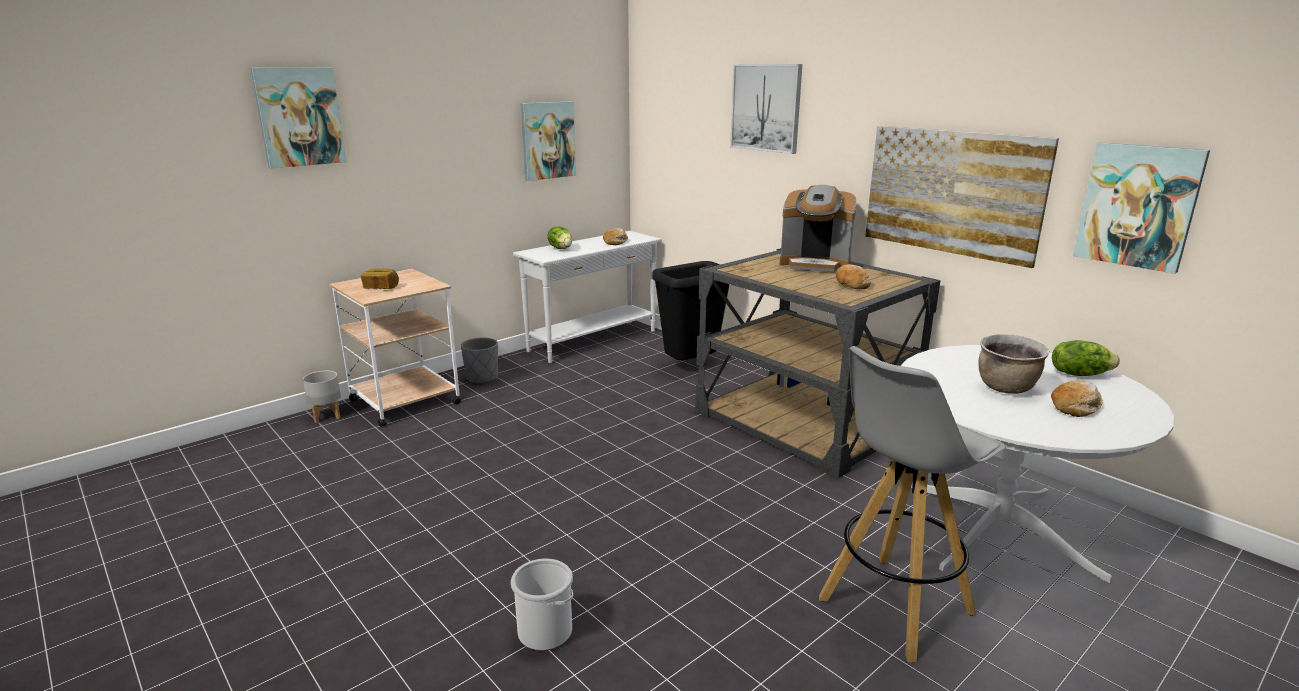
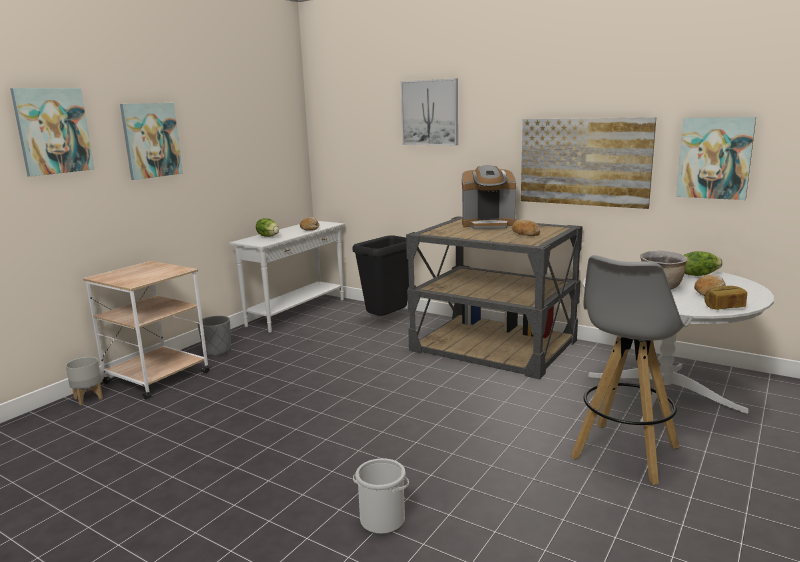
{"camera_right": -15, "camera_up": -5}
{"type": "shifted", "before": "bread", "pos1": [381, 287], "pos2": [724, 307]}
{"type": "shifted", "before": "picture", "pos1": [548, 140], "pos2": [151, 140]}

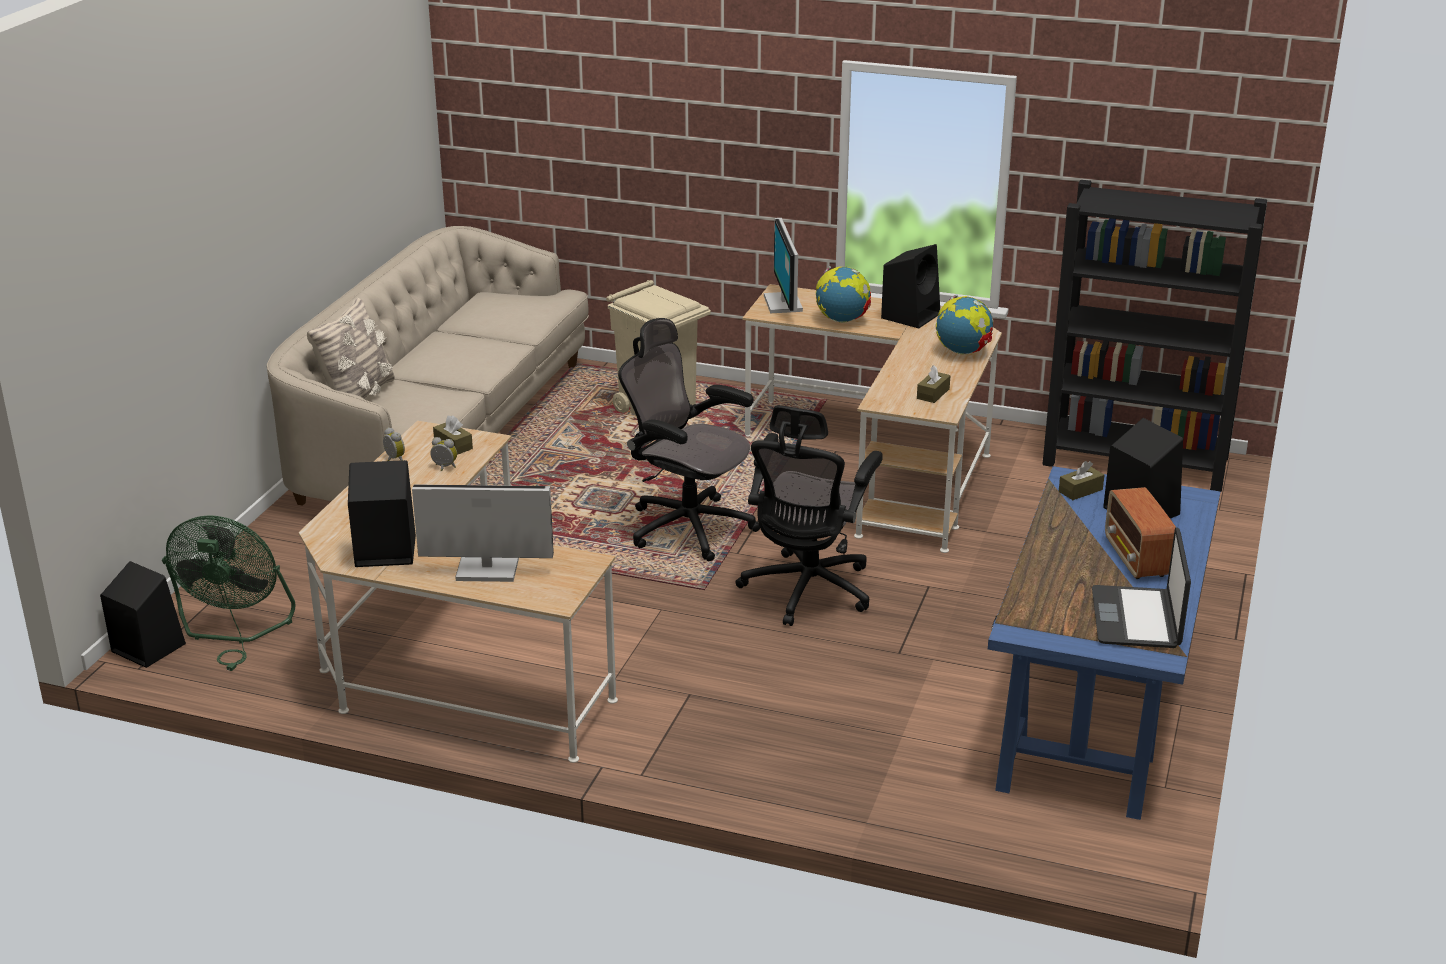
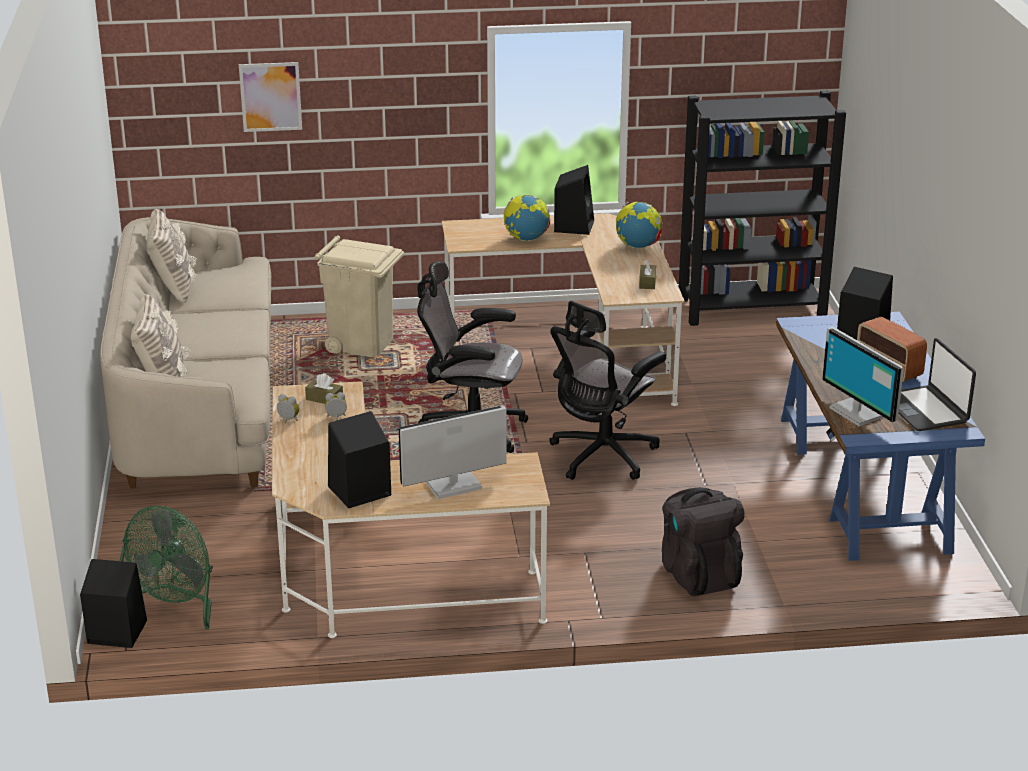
{"camera_right": -25, "camera_up": 0}
{"type": "rotated", "before": "green_fan", "pos1": [230, 631], "pos2": [175, 601], "turn": -135}
{"type": "rotated", "before": "office_chair", "pos1": [808, 590], "pos2": [603, 456], "turn": 45}
{"type": "shifted", "before": "monitor", "pos1": [785, 303], "pos2": [858, 412]}
{"type": "gone", "before": "brown_tissue_box", "pos1": [1080, 490]}
{"type": "new", "after": "beige_pillow", "pos2": [175, 287]}
{"type": "new", "after": "picture", "pos2": [270, 97]}
{"type": "new", "after": "black_backpack", "pos2": [698, 574]}

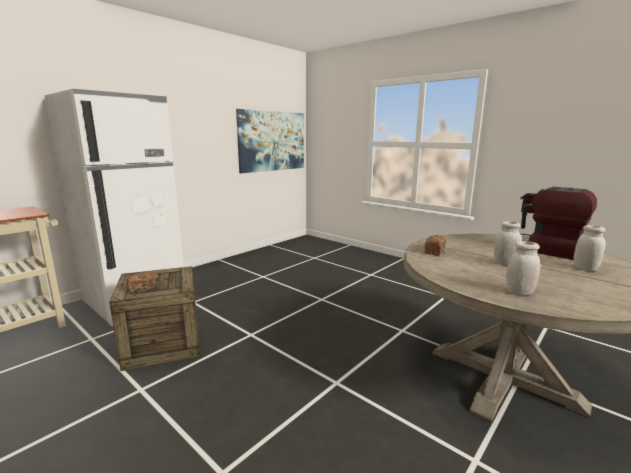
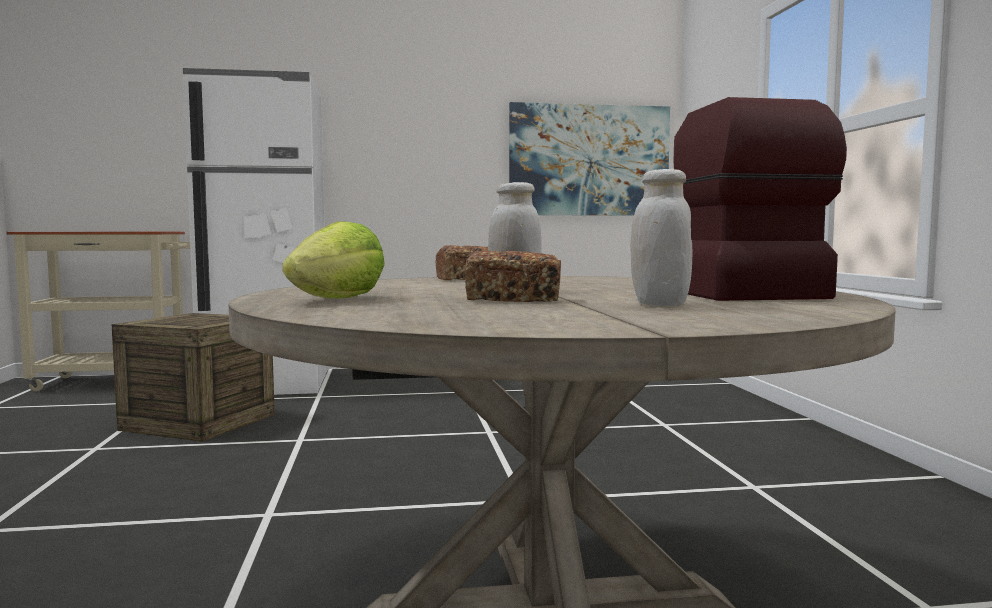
{"camera_right": 40, "camera_up": -10}
{"type": "shifted", "before": "bread", "pos1": [143, 287], "pos2": [514, 299]}
{"type": "swapped", "before": "white_jar", "after": "lettuce", "pos1": [519, 292], "pos2": [337, 299]}

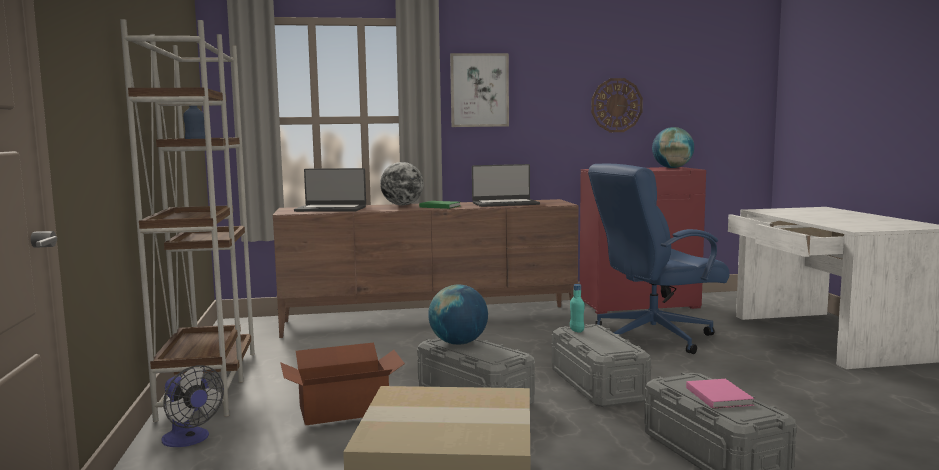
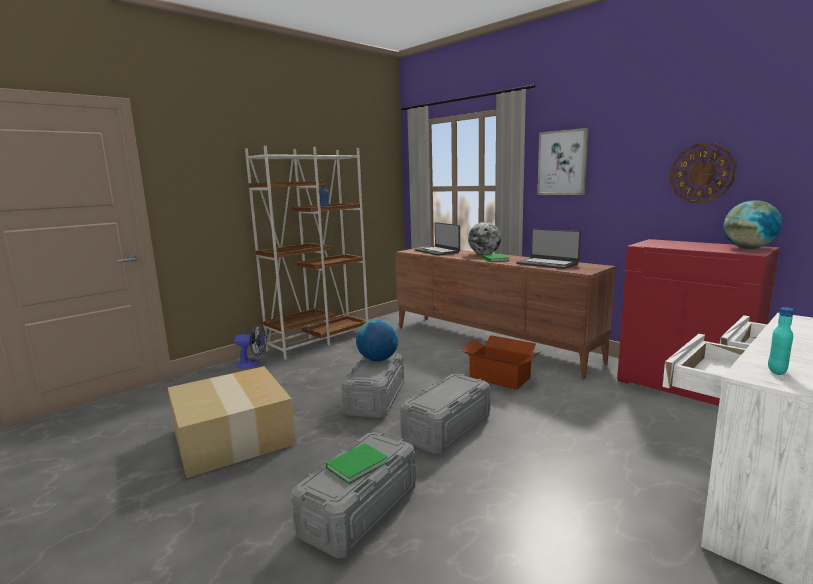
{"camera_right": 55, "camera_up": 5}
{"type": "rotated", "before": "fan", "pos1": [189, 440], "pos2": [252, 364], "turn": -90}
{"type": "shifted", "before": "cardboard_box", "pos1": [343, 409], "pos2": [499, 377]}
{"type": "shifted", "before": "turquoise_bottle", "pos1": [576, 330], "pos2": [776, 371]}
{"type": "gone", "before": "blue_office_chair", "pos1": [653, 337]}
{"type": "repainted", "before": "pink_book", "after": "green_book", "pos1": [719, 395], "pos2": [359, 465]}

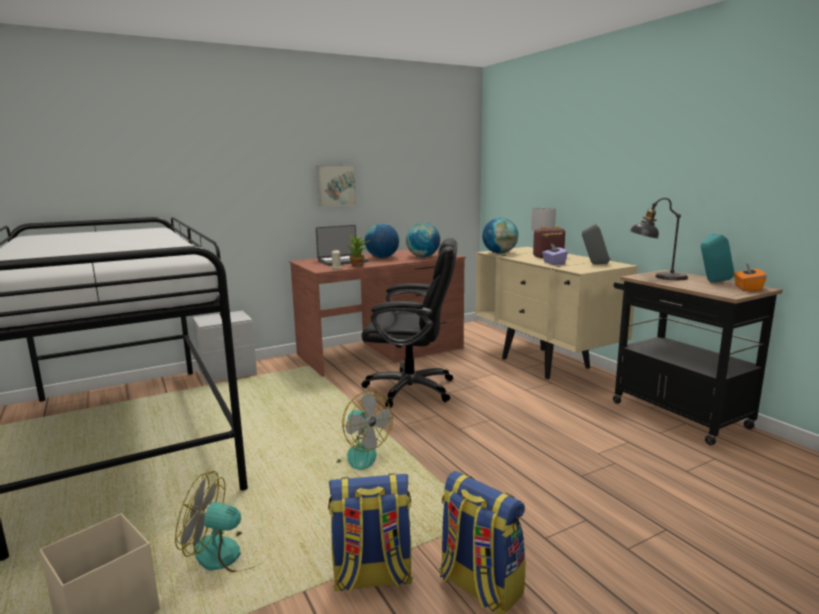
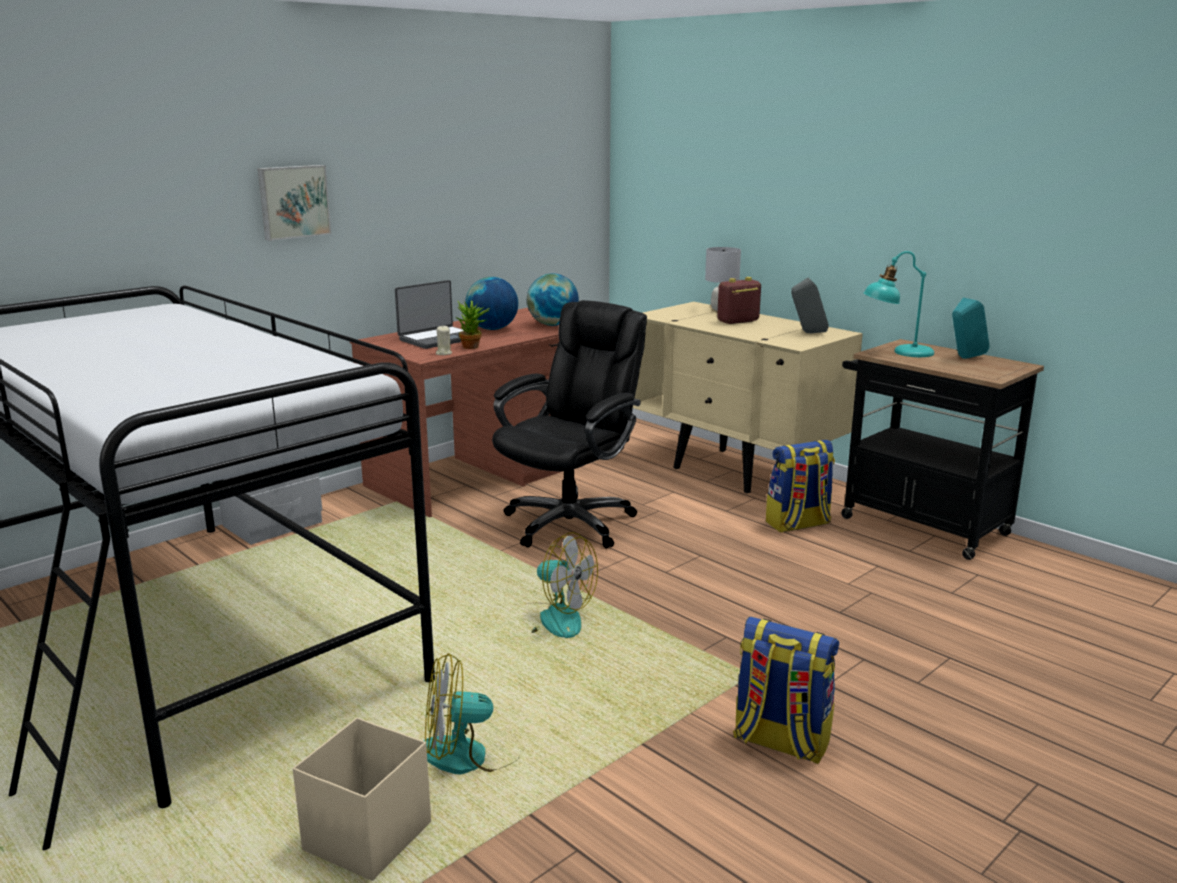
{"camera_right": -15, "camera_up": 5}
{"type": "shifted", "before": "picture", "pos1": [335, 185], "pos2": [293, 201]}
{"type": "shifted", "before": "backpack", "pos1": [372, 577], "pos2": [798, 524]}
{"type": "rotated", "before": "black_office_chair", "pos1": [410, 388], "pos2": [569, 523], "turn": -45}
{"type": "gone", "before": "globe", "pos1": [499, 253]}
{"type": "gone", "before": "purple_tissue_box", "pos1": [553, 263]}
{"type": "repainted", "before": "grey_table_lamp", "after": "turquoise_table_lamp", "pos1": [656, 276], "pos2": [896, 352]}
{"type": "gone", "before": "orange_tissue_box", "pos1": [747, 288]}

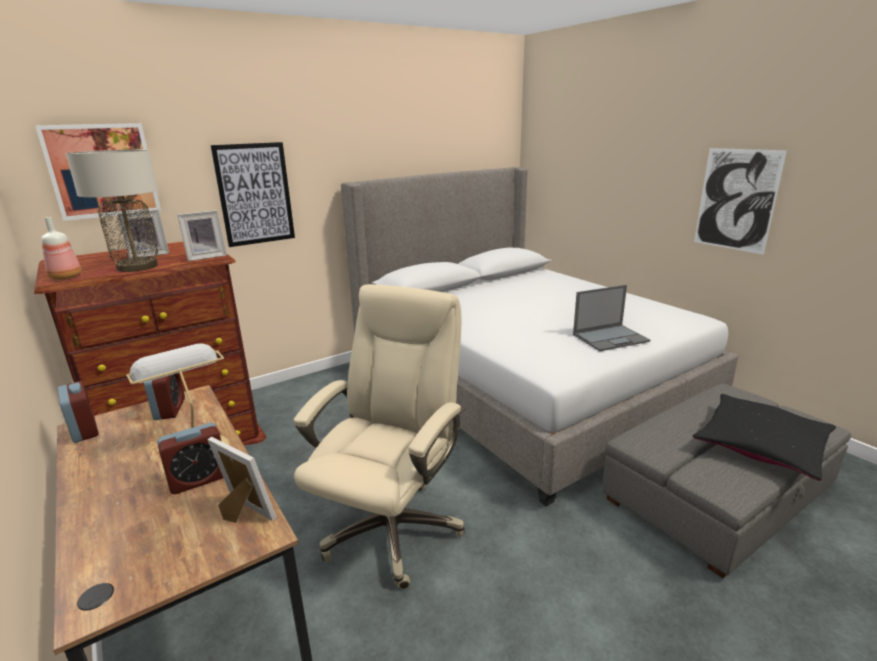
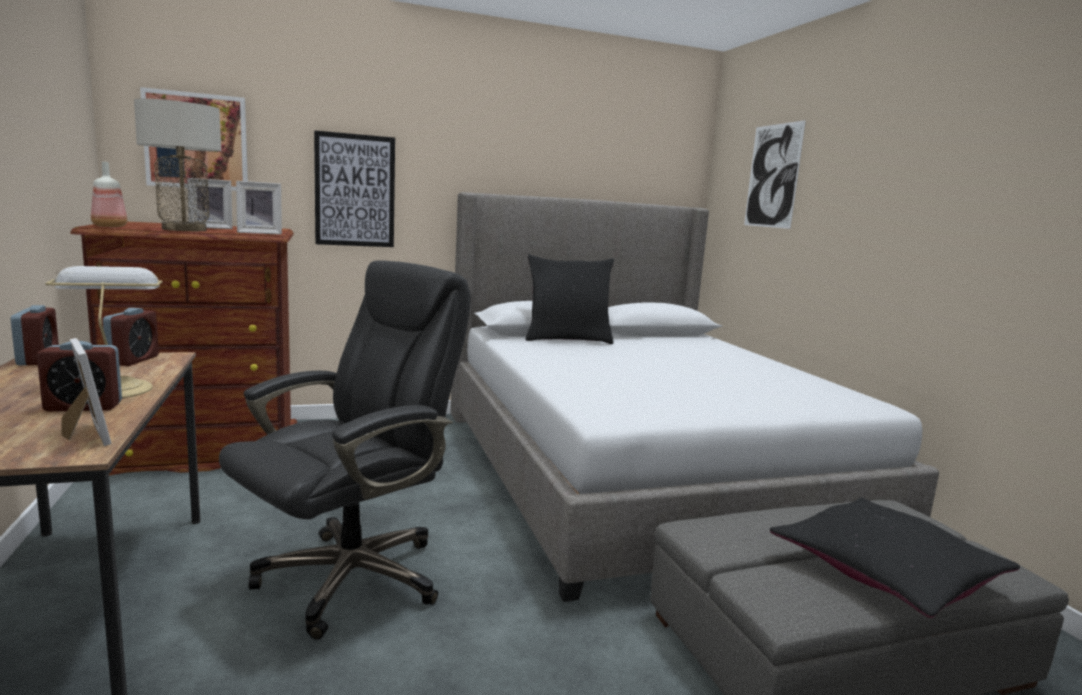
{"camera_right": 15, "camera_up": -10}
{"type": "repainted", "before": "beige_office_chair", "after": "black_office_chair", "pos1": [391, 533], "pos2": [348, 581]}
{"type": "gone", "before": "laptop", "pos1": [611, 338]}
{"type": "shifted", "before": "picture", "pos1": [736, 200], "pos2": [772, 176]}
{"type": "new", "after": "black_pillow", "pos2": [567, 339]}

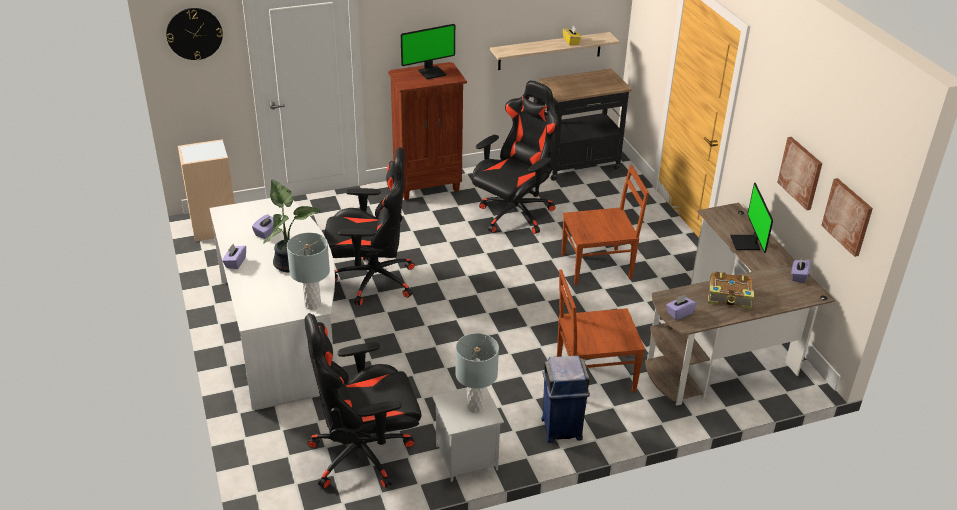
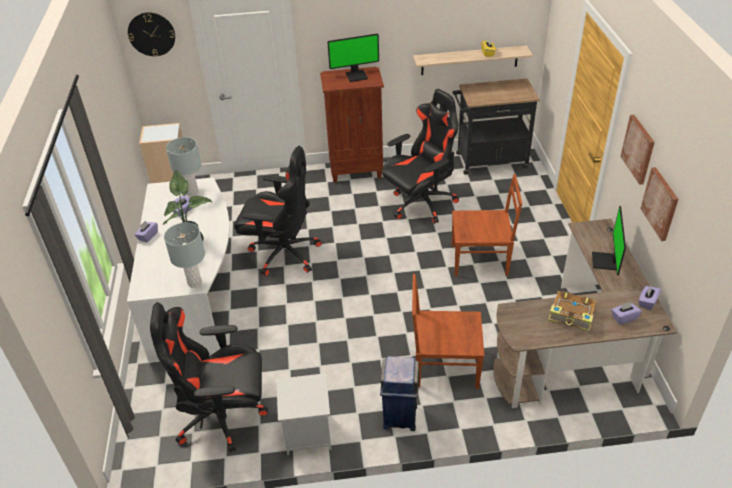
{"camera_right": 15, "camera_up": 5}
{"type": "shifted", "before": "grey_table_lamp", "pos1": [475, 407], "pos2": [192, 192]}
{"type": "shifted", "before": "purple_tissue_box", "pos1": [679, 313], "pos2": [624, 318]}
{"type": "shifted", "before": "picture", "pos1": [848, 216], "pos2": [638, 149]}

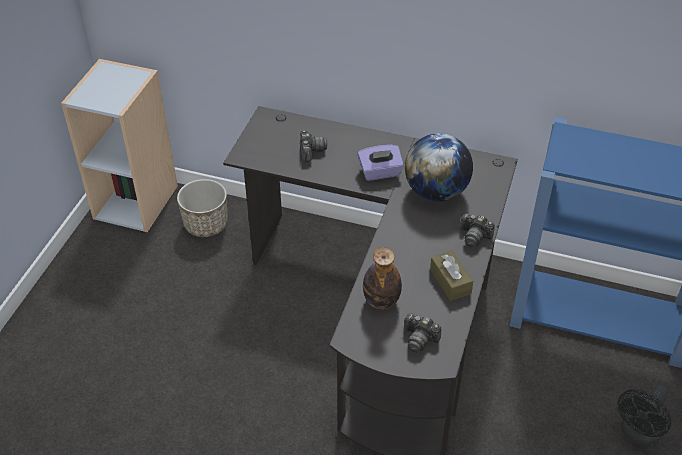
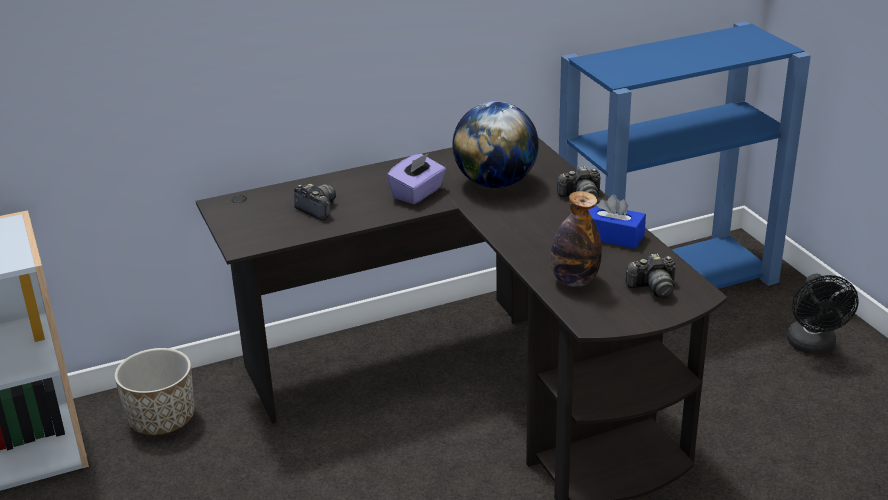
{"camera_right": -40, "camera_up": -15}
{"type": "repainted", "before": "brown_tissue_box", "after": "blue_tissue_box", "pos1": [450, 282], "pos2": [612, 236]}

